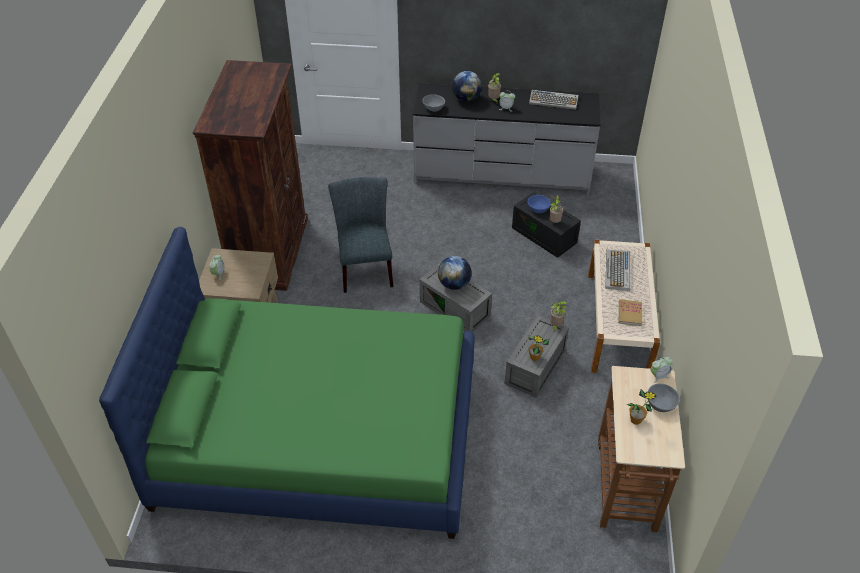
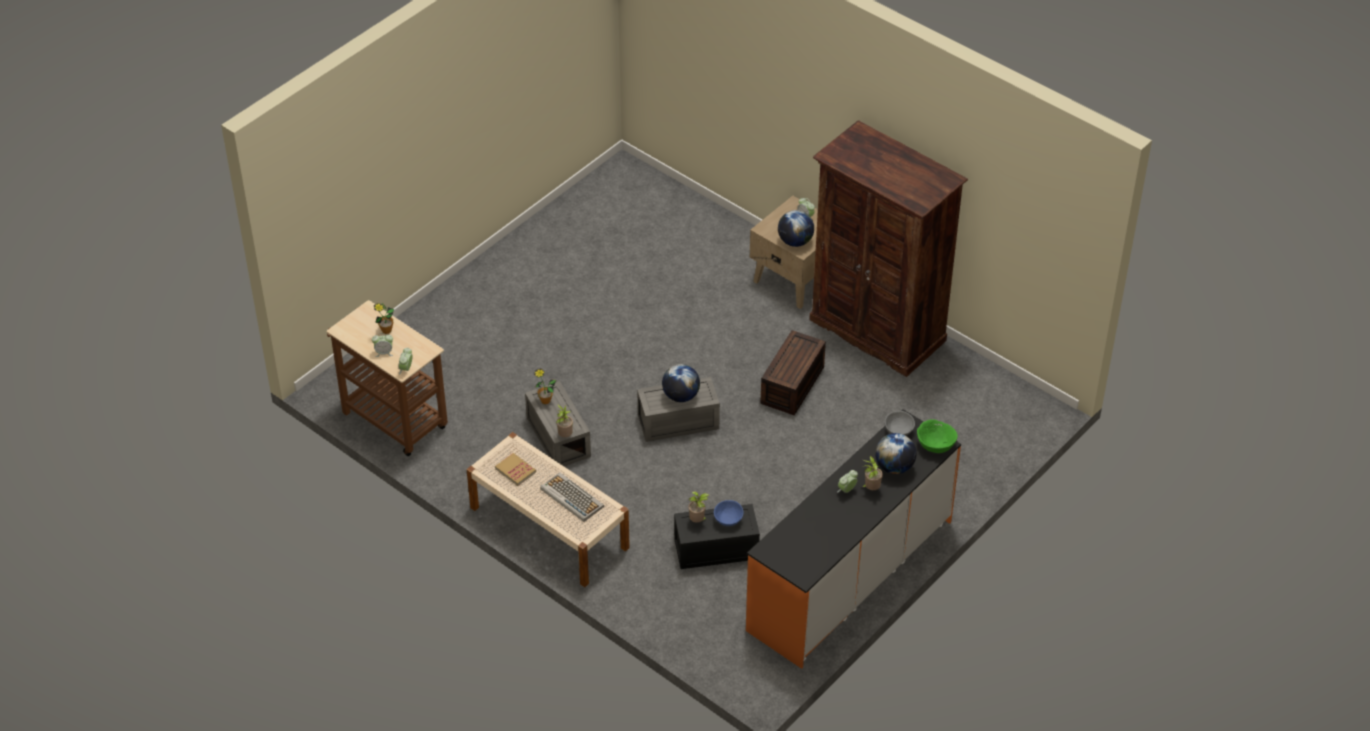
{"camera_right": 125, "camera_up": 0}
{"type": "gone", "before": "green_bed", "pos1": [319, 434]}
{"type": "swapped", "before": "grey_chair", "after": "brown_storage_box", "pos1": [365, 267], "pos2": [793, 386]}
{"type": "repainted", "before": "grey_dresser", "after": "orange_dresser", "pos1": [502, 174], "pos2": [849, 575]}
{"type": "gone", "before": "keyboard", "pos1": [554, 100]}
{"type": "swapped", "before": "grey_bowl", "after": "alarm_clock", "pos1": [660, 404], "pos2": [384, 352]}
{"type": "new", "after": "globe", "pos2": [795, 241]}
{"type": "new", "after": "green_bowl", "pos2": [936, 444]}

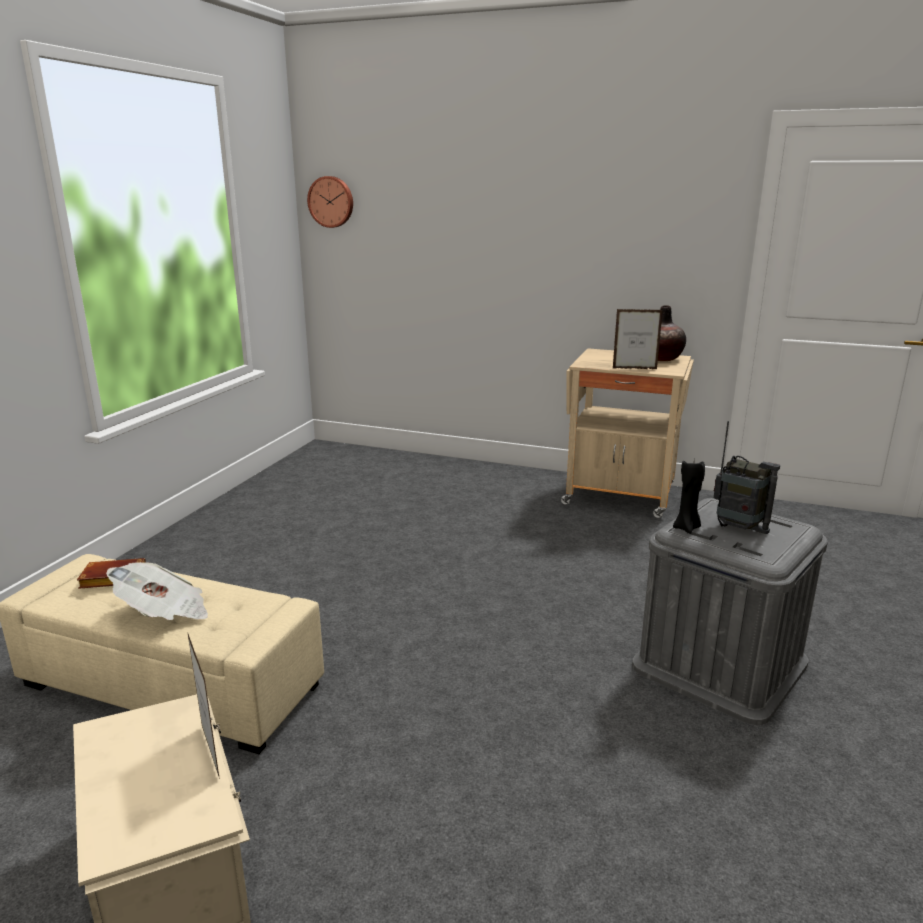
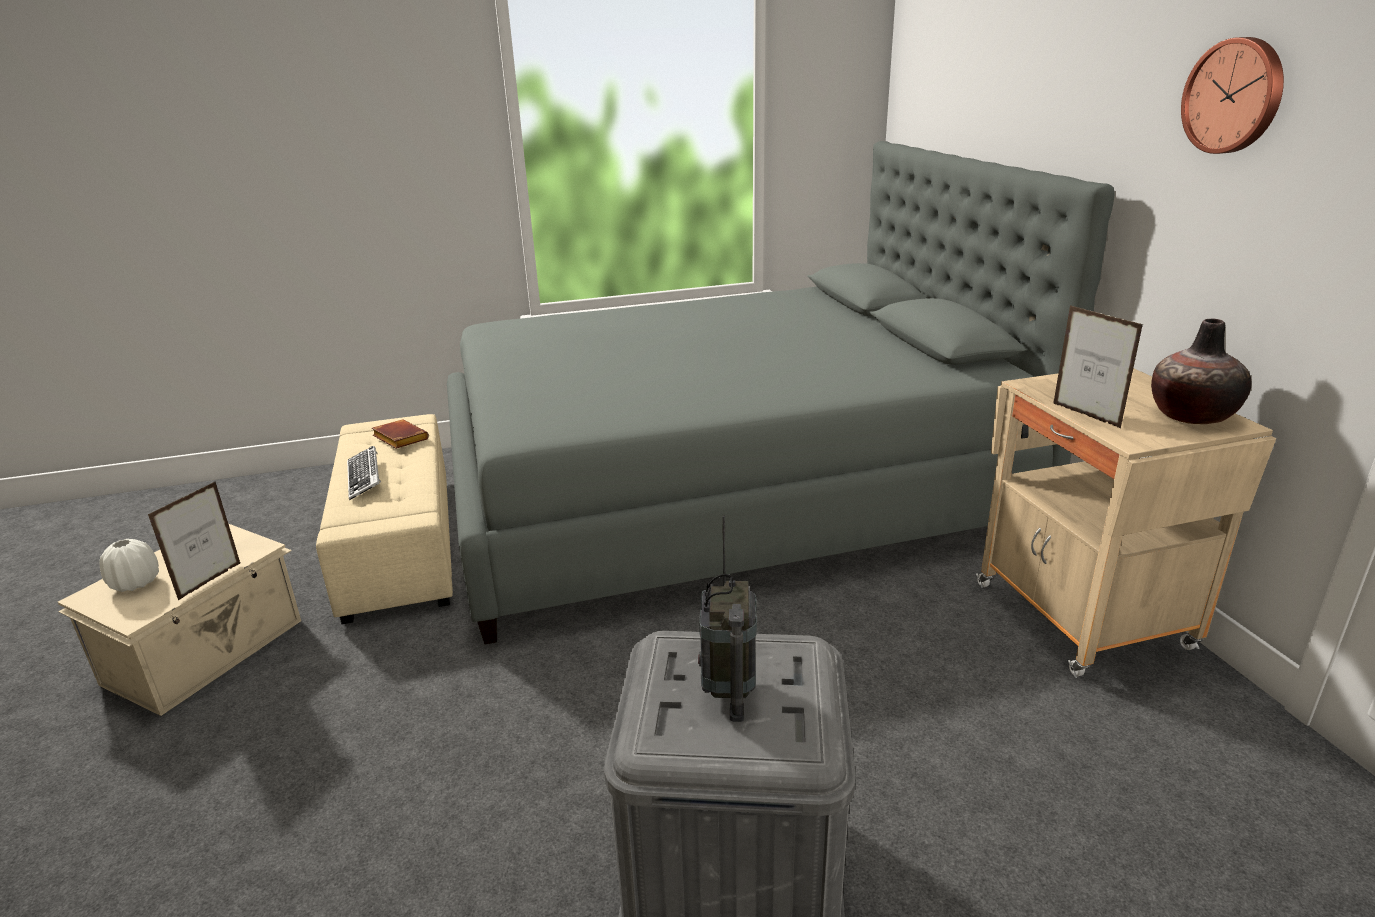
{"camera_right": 55, "camera_up": 5}
{"type": "swapped", "before": "newspaper", "after": "keyboard", "pos1": [164, 613], "pos2": [364, 478]}
{"type": "shifted", "before": "wall_clock", "pos1": [331, 202], "pos2": [1234, 96]}
{"type": "gone", "before": "black_candle", "pos1": [687, 528]}
{"type": "new", "after": "white_vase", "pos2": [136, 583]}
{"type": "new", "after": "grey_bed", "pos2": [726, 492]}

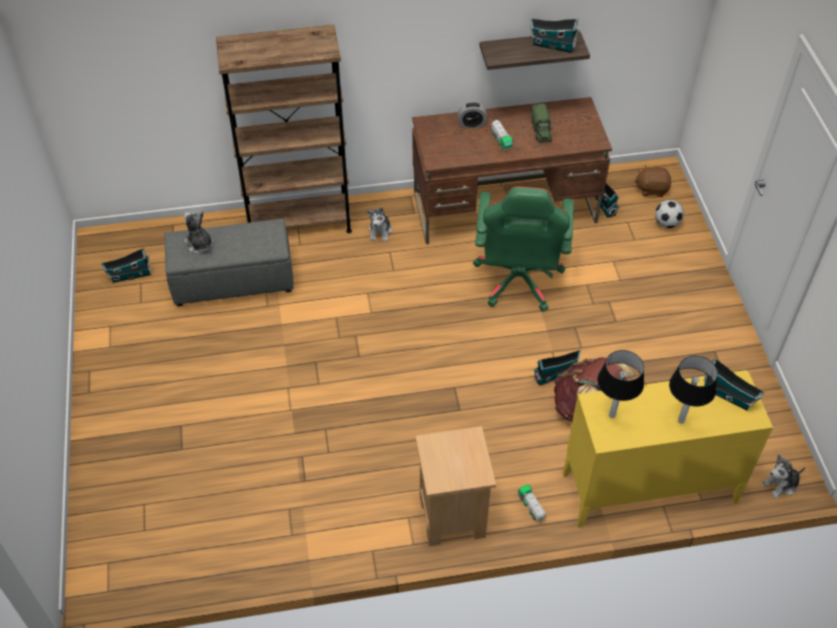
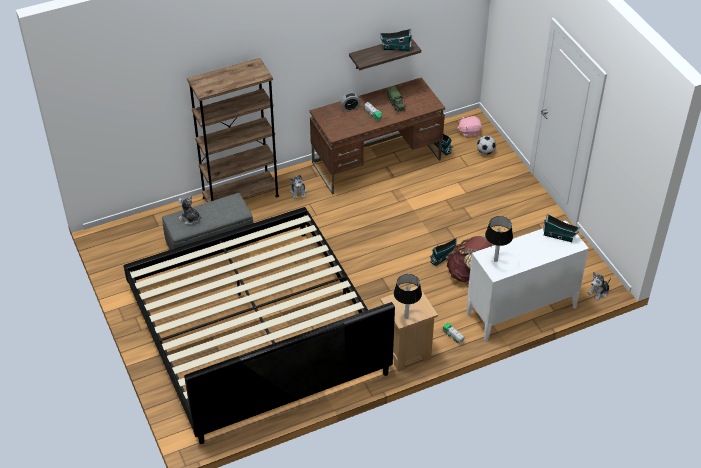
{"camera_right": -15, "camera_up": -5}
{"type": "gone", "before": "toy_house", "pos1": [129, 275]}
{"type": "gone", "before": "green_office_chair", "pos1": [518, 278]}
{"type": "repainted", "before": "yellow_dresser", "after": "white_dresser", "pos1": [647, 486], "pos2": [519, 309]}
{"type": "repainted", "before": "brown_plush_toy", "after": "pink_plush_toy", "pos1": [651, 189], "pos2": [469, 132]}
{"type": "shifted", "before": "table_lamp", "pos1": [681, 421], "pos2": [406, 317]}
{"type": "new", "after": "bed", "pos2": [256, 331]}

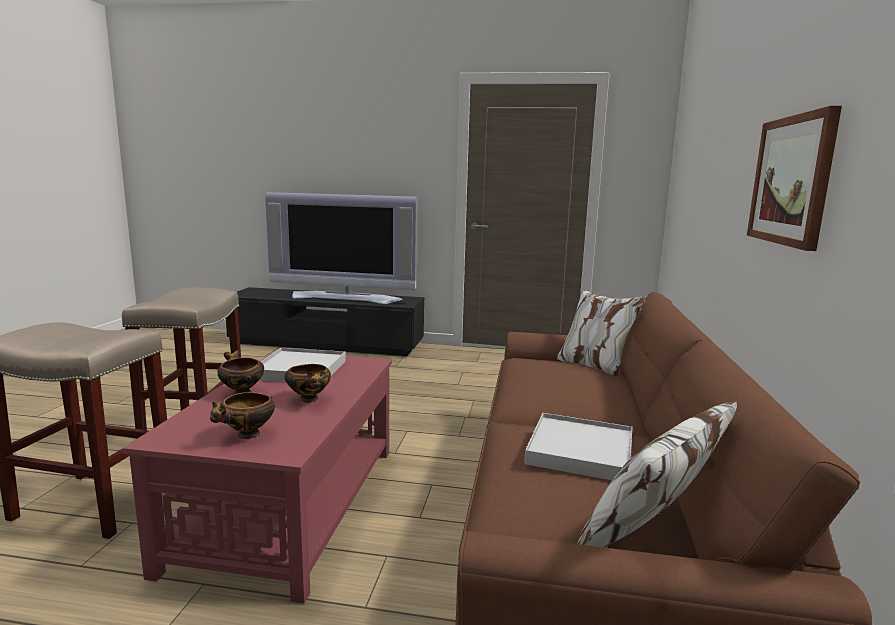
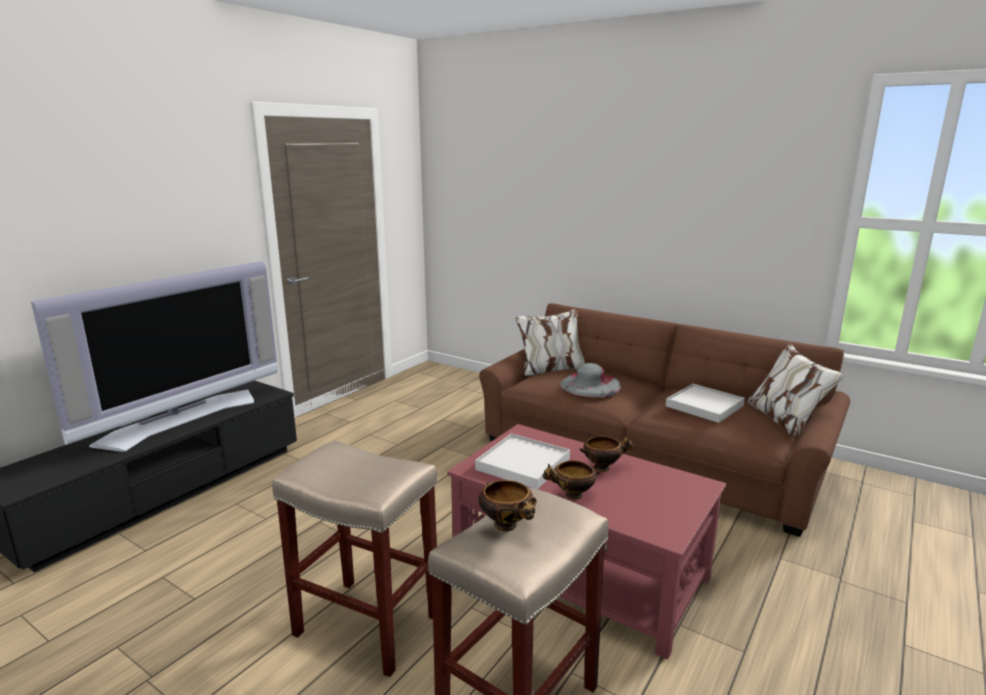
{"camera_right": -65, "camera_up": 5}
{"type": "shifted", "before": "bowl", "pos1": [247, 435], "pos2": [507, 526]}
{"type": "gone", "before": "picture", "pos1": [791, 180]}
{"type": "new", "after": "grey_hat", "pos2": [590, 385]}

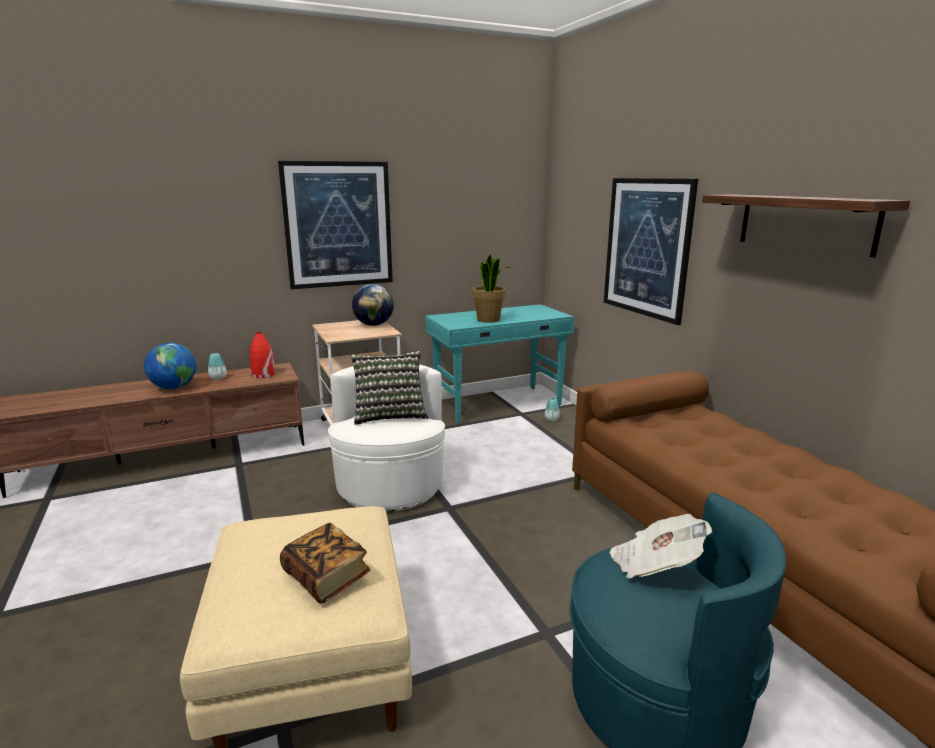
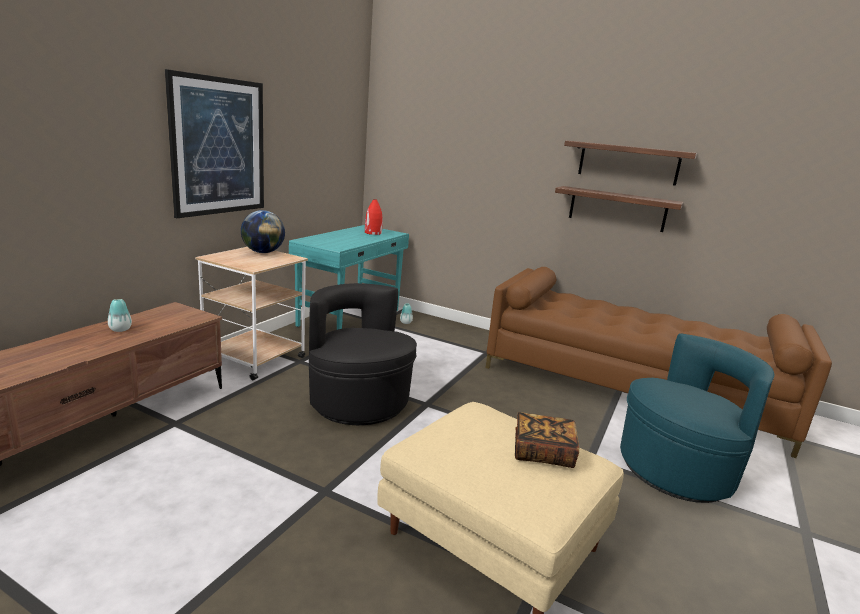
{"camera_right": -40, "camera_up": 0}
{"type": "gone", "before": "globe", "pos1": [174, 388]}
{"type": "shifted", "before": "red_vase", "pos1": [263, 375], "pos2": [373, 233]}
{"type": "repainted", "before": "white_armchair", "after": "black_armchair", "pos1": [390, 487], "pos2": [360, 402]}
{"type": "gone", "before": "pillow", "pos1": [390, 415]}
{"type": "gone", "before": "potted_plant", "pos1": [489, 320]}
{"type": "gone", "before": "picture", "pos1": [646, 247]}
{"type": "gone", "before": "newspaper", "pos1": [655, 565]}
{"type": "new", "after": "shelf", "pos2": [617, 209]}

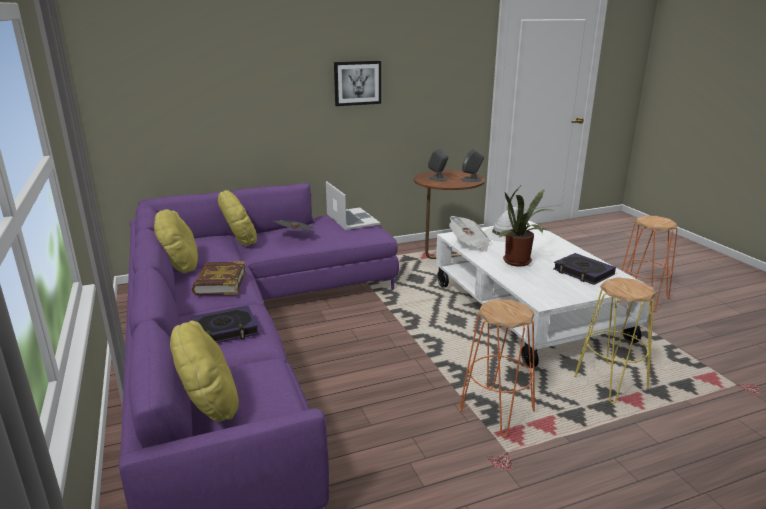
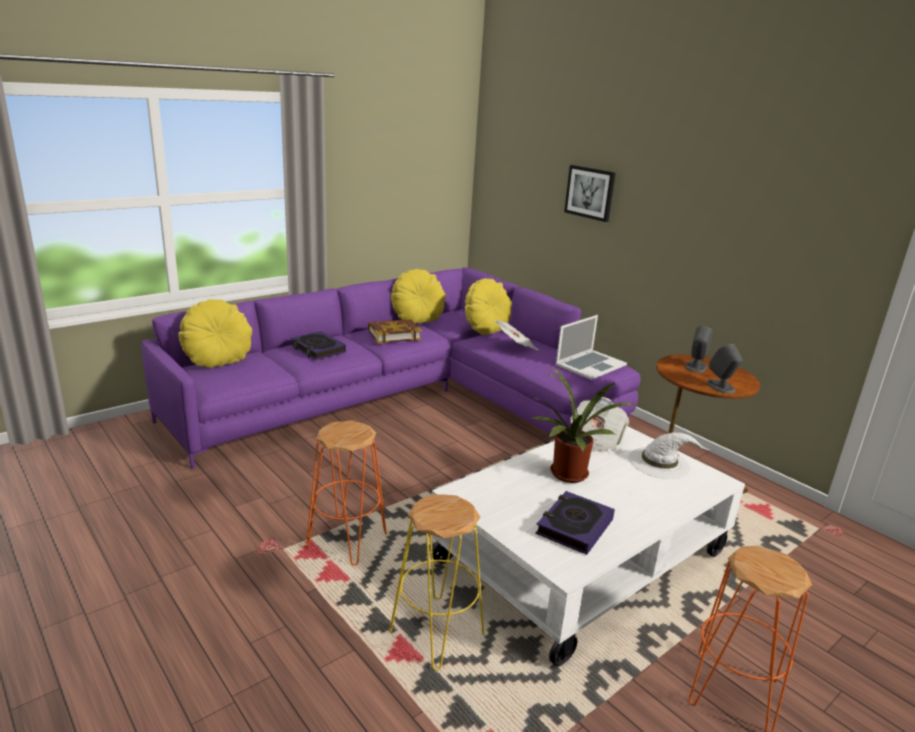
{"camera_right": 70, "camera_up": 0}
{"type": "shifted", "before": "picture", "pos1": [357, 83], "pos2": [590, 192]}

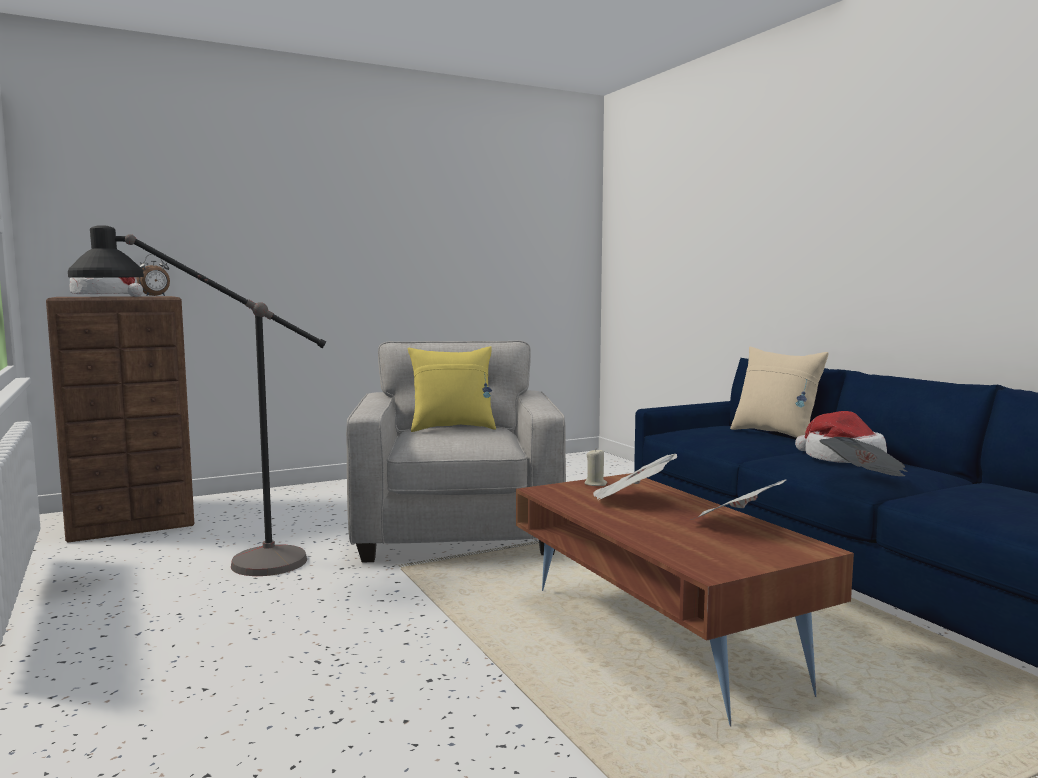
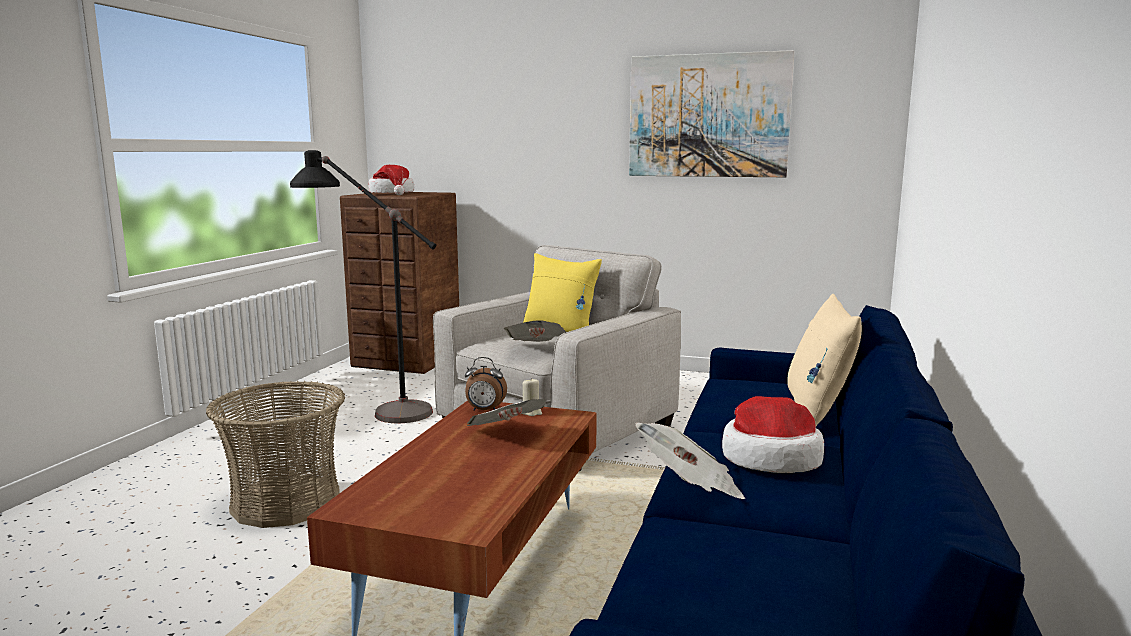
{"camera_right": 45, "camera_up": 5}
{"type": "shifted", "before": "alarm_clock", "pos1": [155, 296], "pos2": [485, 410]}
{"type": "shifted", "before": "newspaper", "pos1": [735, 525], "pos2": [535, 349]}
{"type": "new", "after": "basket", "pos2": [286, 502]}
{"type": "new", "after": "picture", "pos2": [708, 116]}

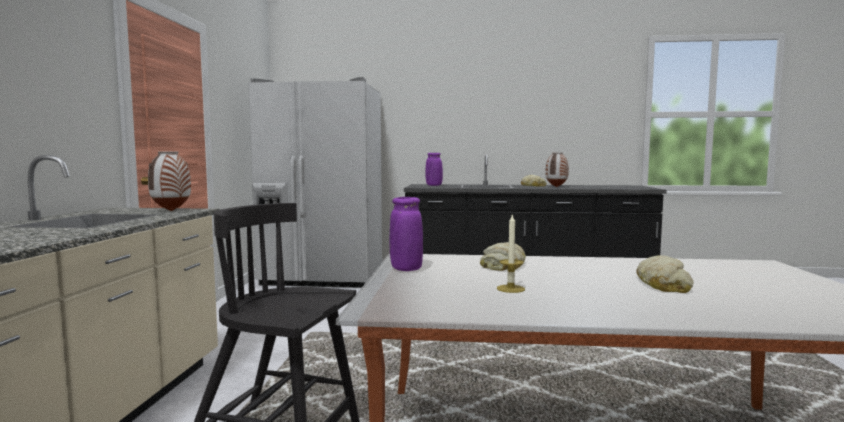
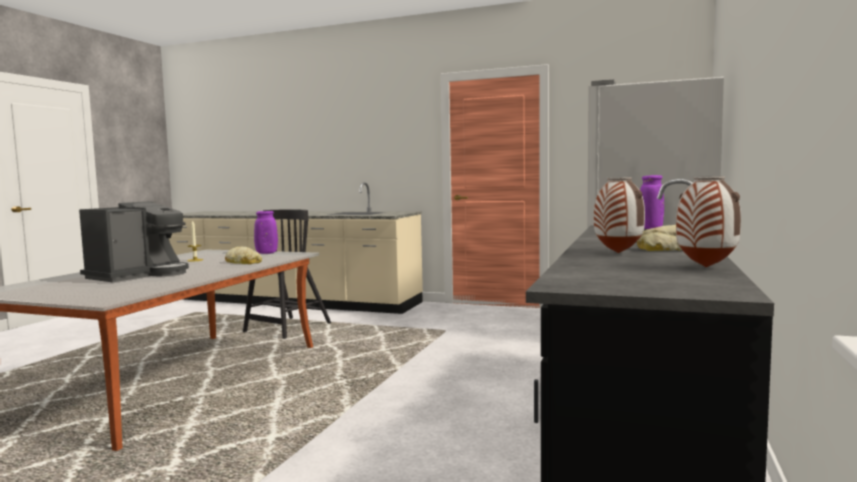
{"camera_right": 105, "camera_up": 0}
{"type": "shifted", "before": "vase", "pos1": [171, 211], "pos2": [705, 267]}
{"type": "swapped", "before": "bread", "after": "coffee_machine", "pos1": [664, 284], "pos2": [139, 275]}

